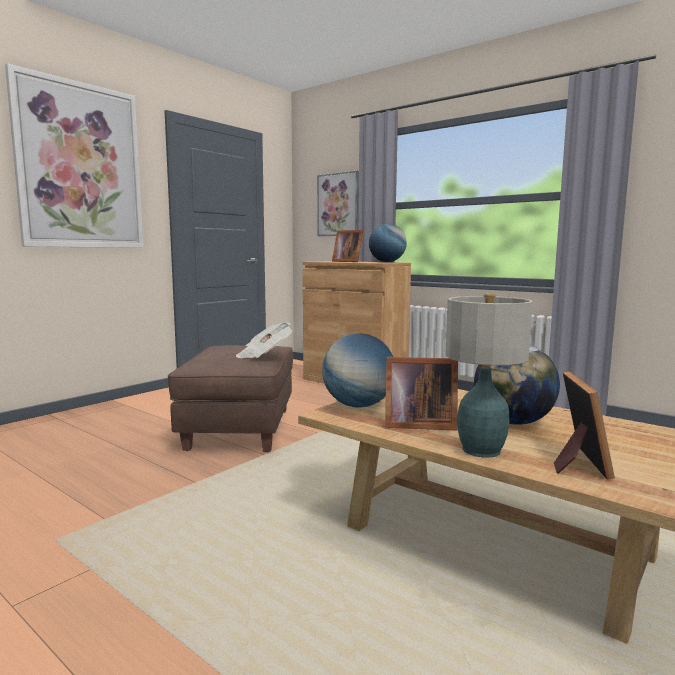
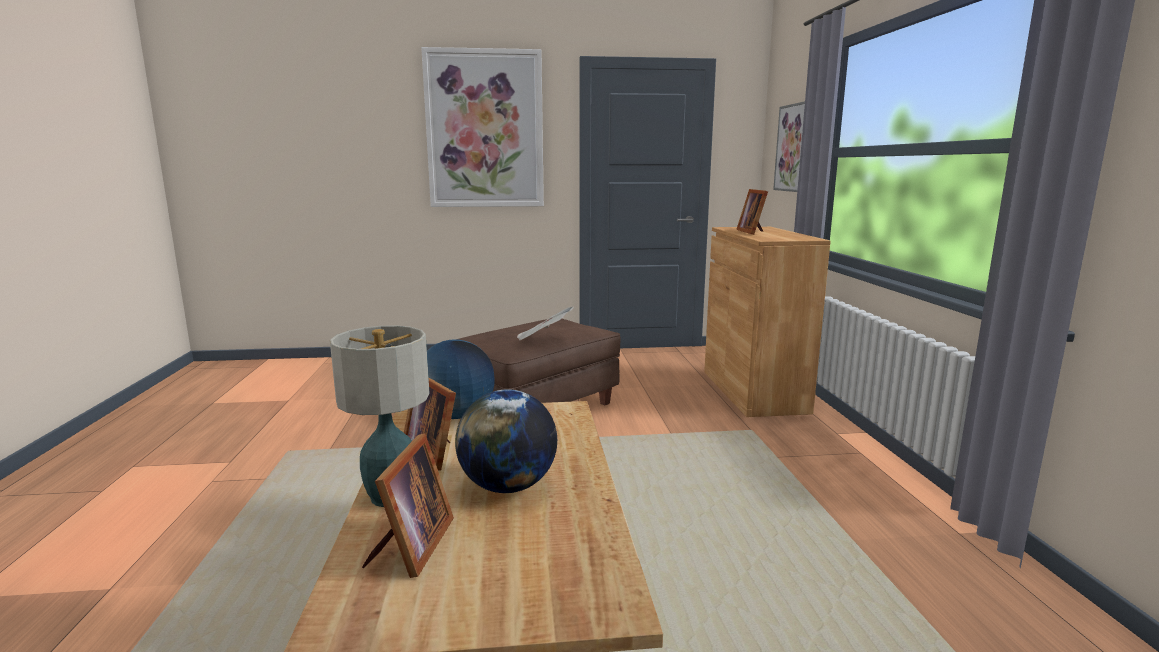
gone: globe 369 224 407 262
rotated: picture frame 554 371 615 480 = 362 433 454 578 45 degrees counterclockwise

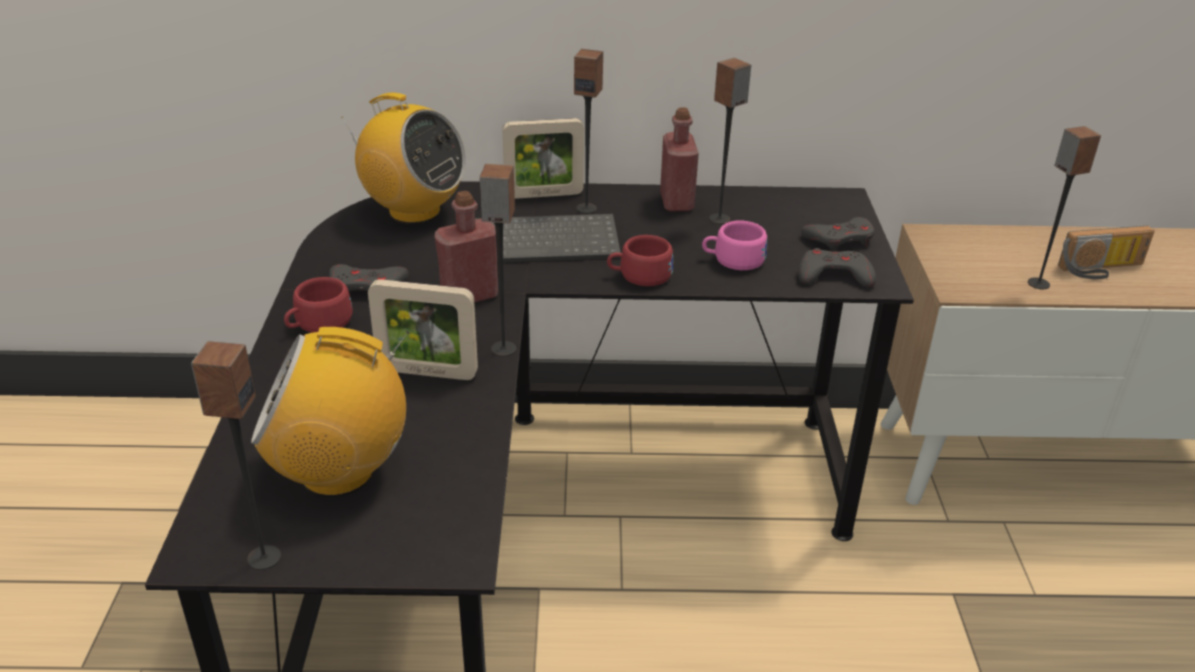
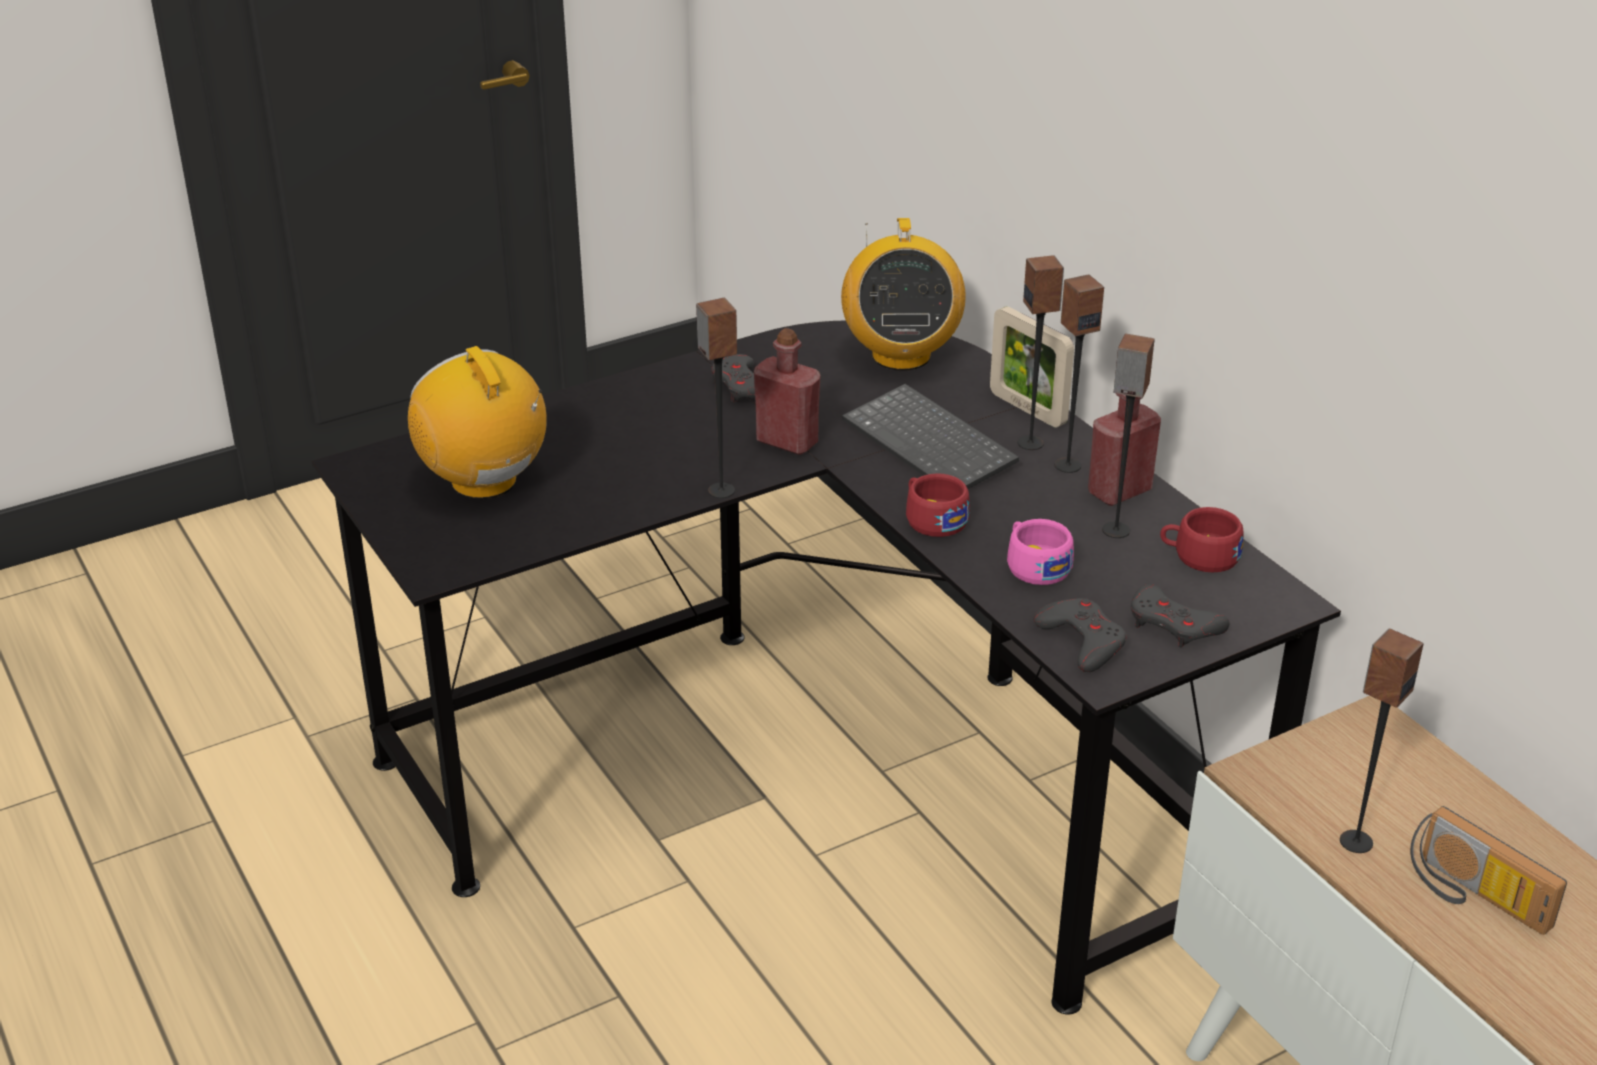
gone: picture frame 368 279 478 380
shifted: red small cup 284 277 353 333 to 1160 507 1243 572; speaker 191 341 281 570 to 1055 274 1104 473

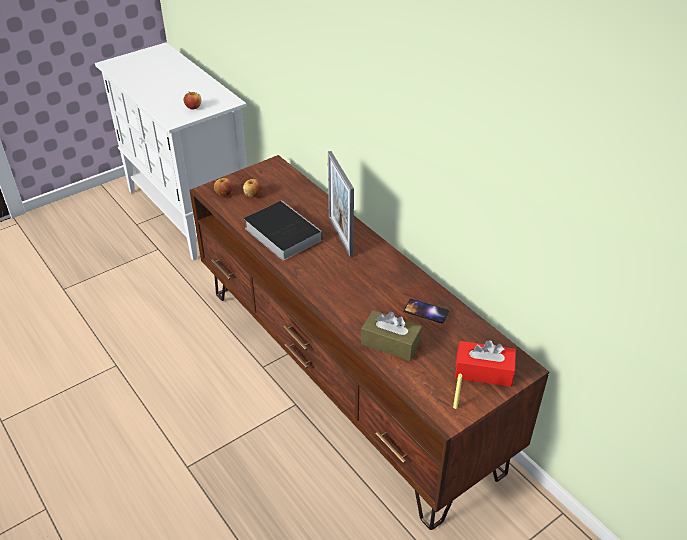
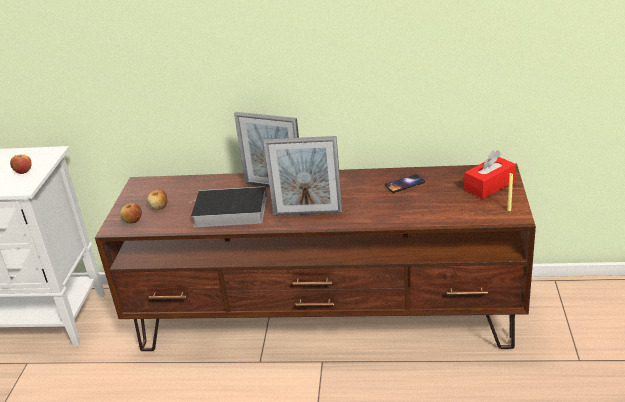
gone: brown tissue box 361 310 422 361
new: picture frame 263 136 343 216

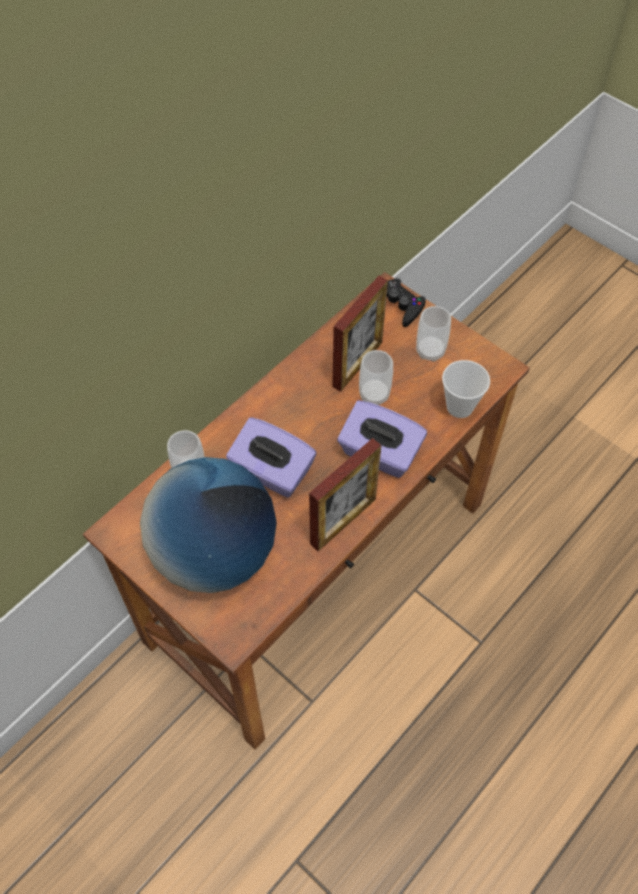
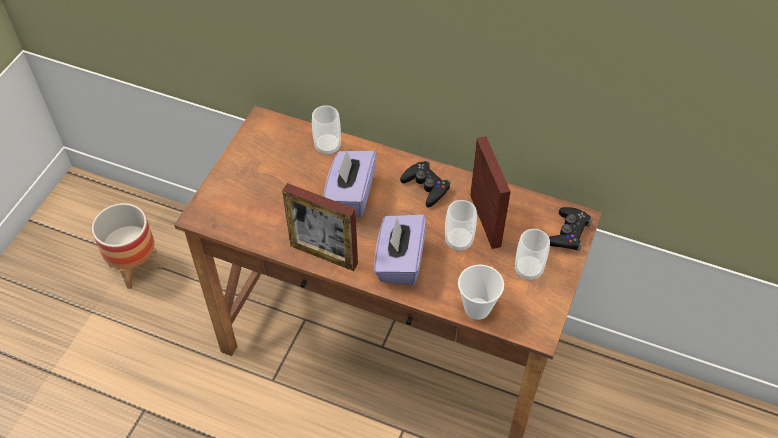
gone: globe 140 457 277 593
new: black-coloured joypad 400 161 451 208; planter 92 203 162 289
rotated: picture frame 332 276 388 392 = 470 136 511 249 120 degrees counterclockwise

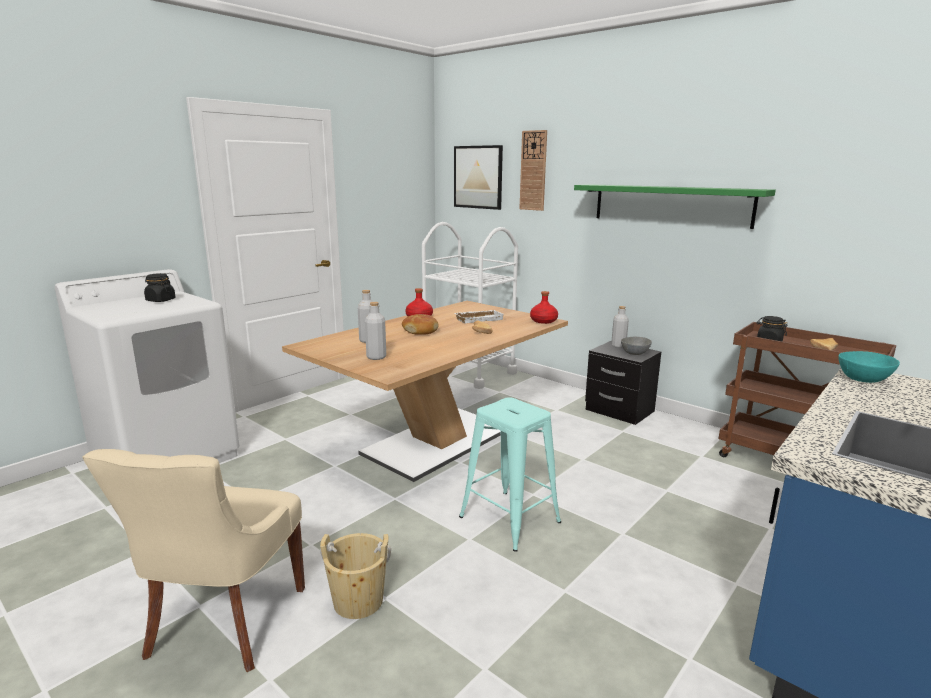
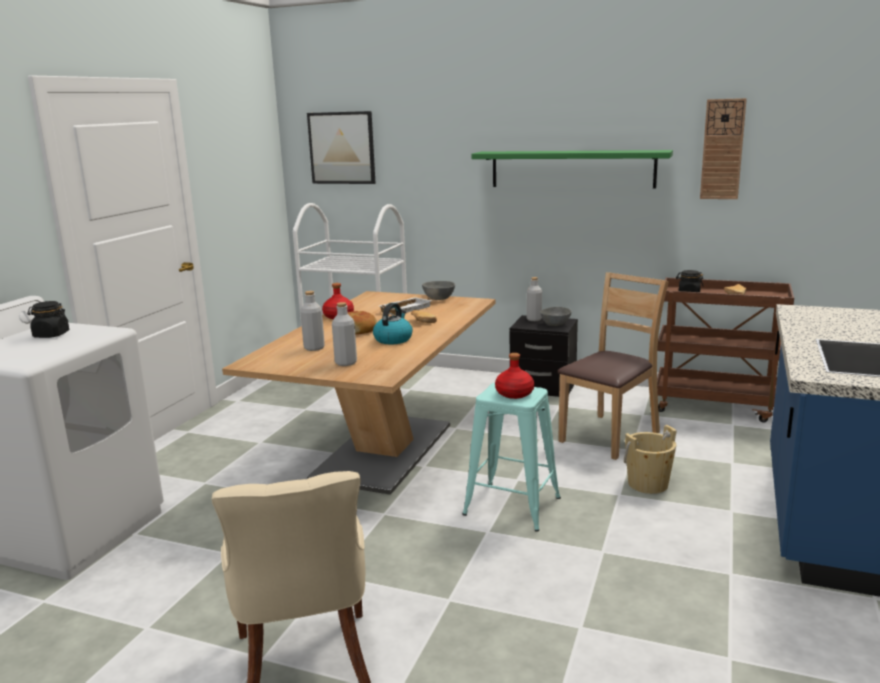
gone: blue-green bowl 838 351 900 383
new: brown upright chair 558 272 669 460; greyish bowl 422 281 455 300; tea kettle 373 303 413 344
shifted: wall clock 519 130 547 211 to 700 98 747 199; red beverage bottle 530 291 558 324 to 495 353 534 399; beige-coloured water bucket 320 533 391 619 to 624 425 677 494

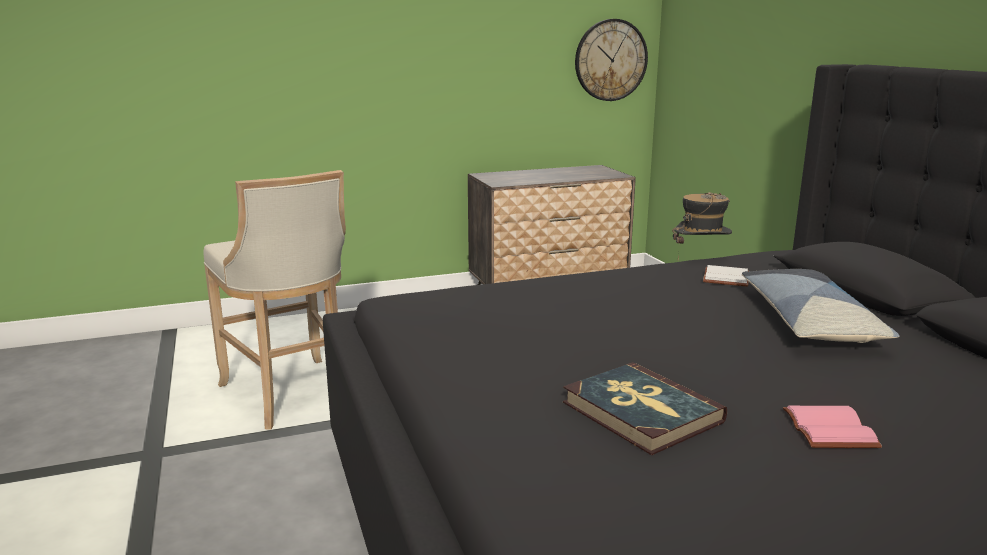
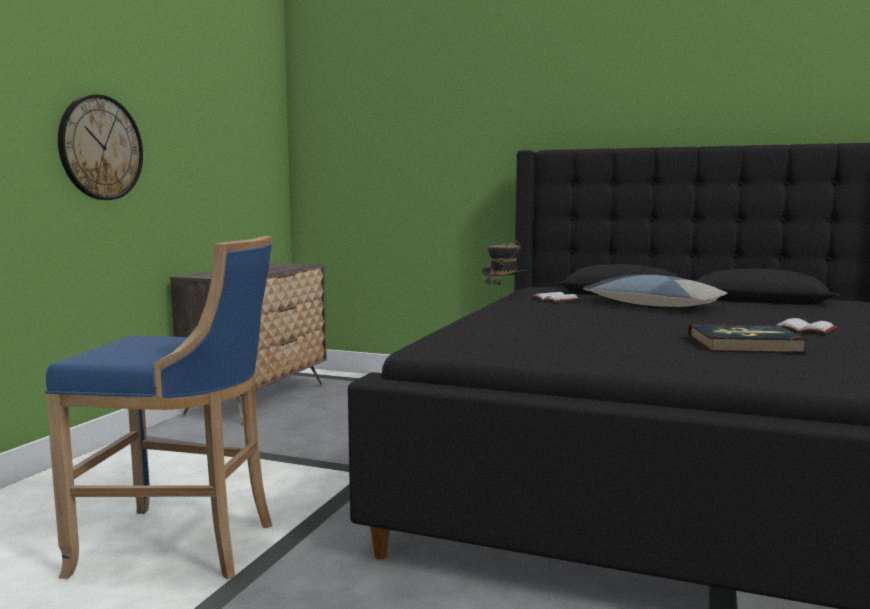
shifted: wall clock 575 19 648 101 to 58 94 143 200
repainted: beige-coloured stool 204 170 346 429 to bluish stool 45 236 272 579; pink-coloured volume 783 406 882 448 to whitish volume 777 318 836 334

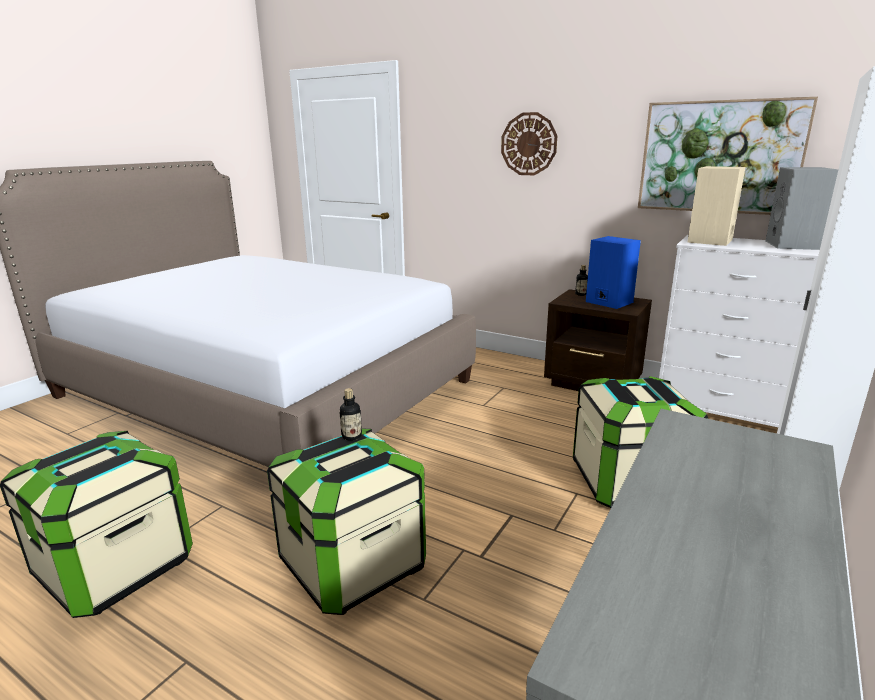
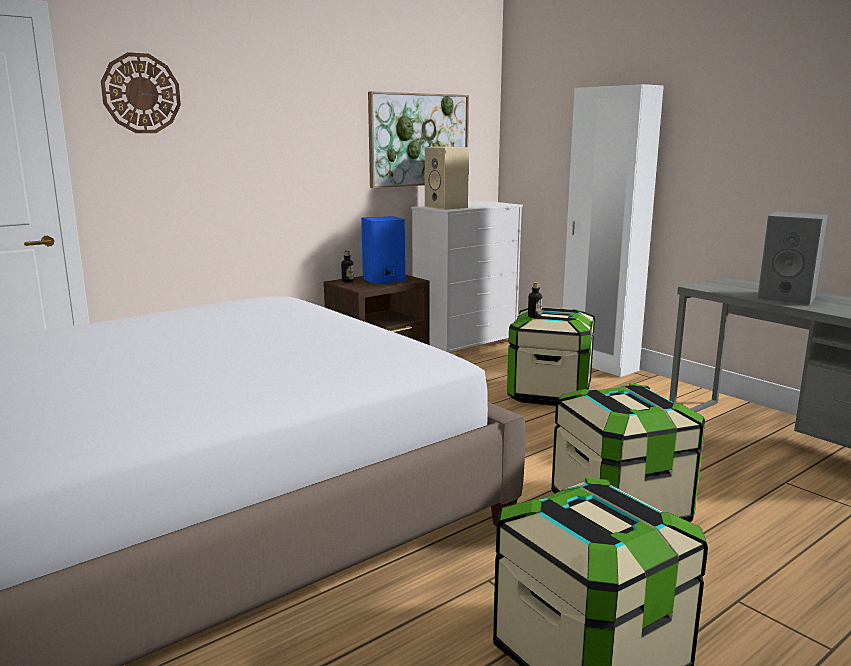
shifted: wall clock 501 112 557 175 to 101 52 181 133; greyish speaker 765 167 838 250 to 757 212 828 306; beverage bottle 340 388 362 441 to 528 282 542 318

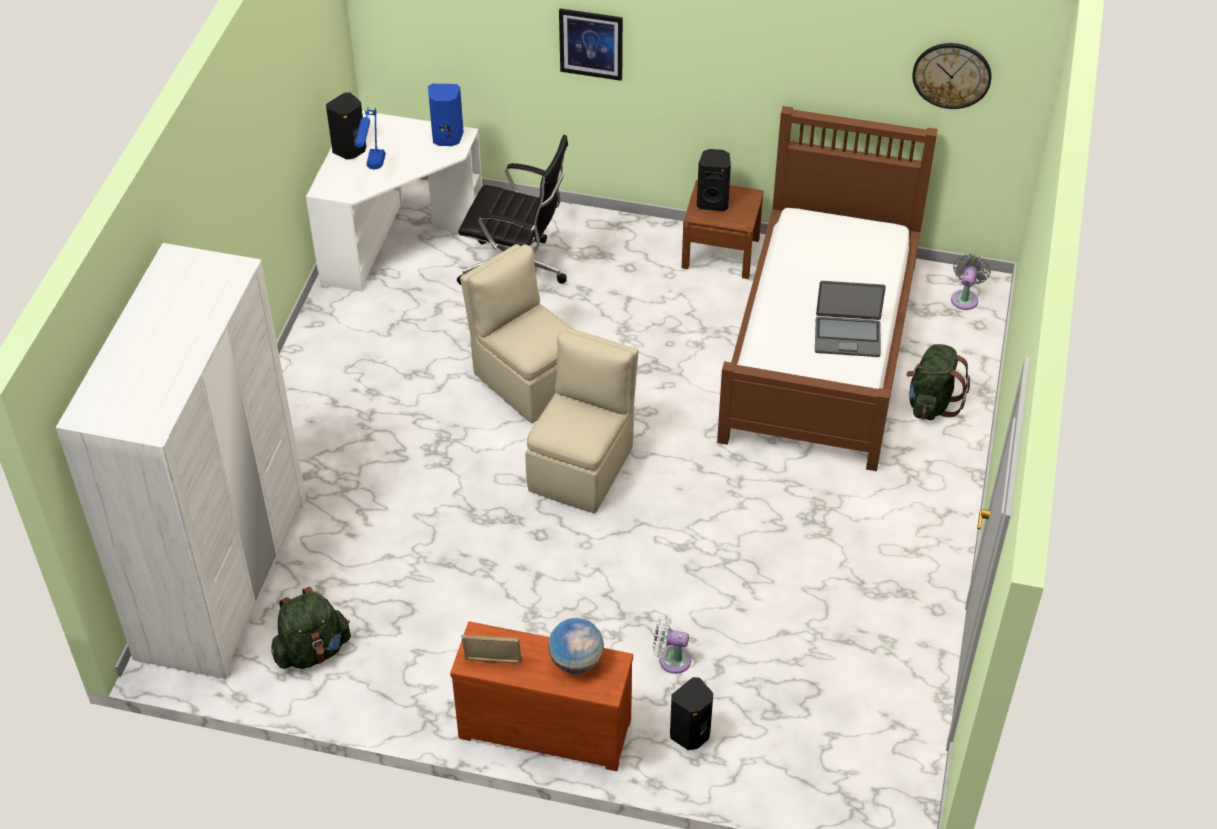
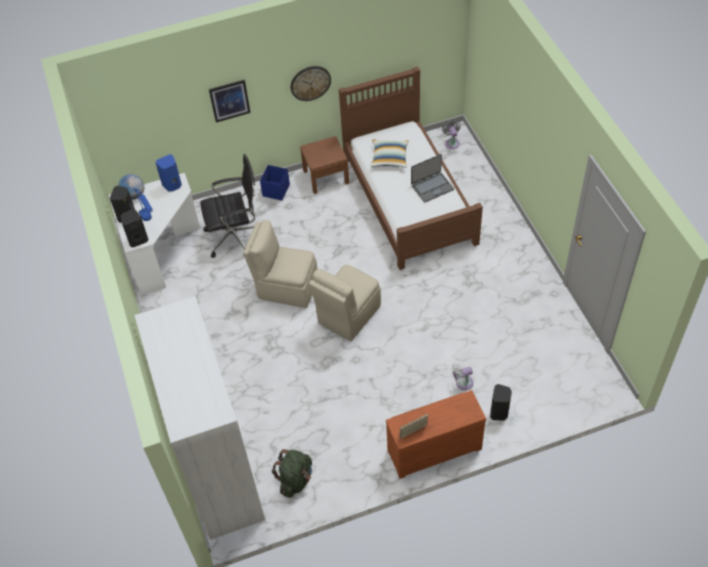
gone: greenish backpack 906 344 970 420
new: cushion 370 139 408 168; bluish storage container 260 165 290 201
shifted: wall clock 912 43 991 109 to 291 66 331 101; black-coloured speaker 697 149 731 211 to 120 210 149 247; globe 548 618 604 674 to 118 174 144 200
rotated: beige-coloured upright chair 526 328 638 513 = 309 265 381 341 135 degrees counterclockwise

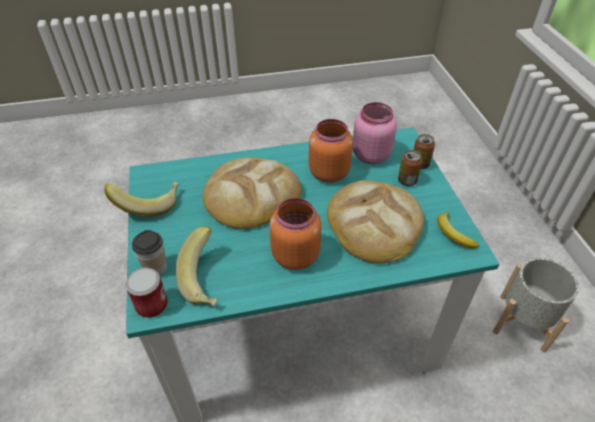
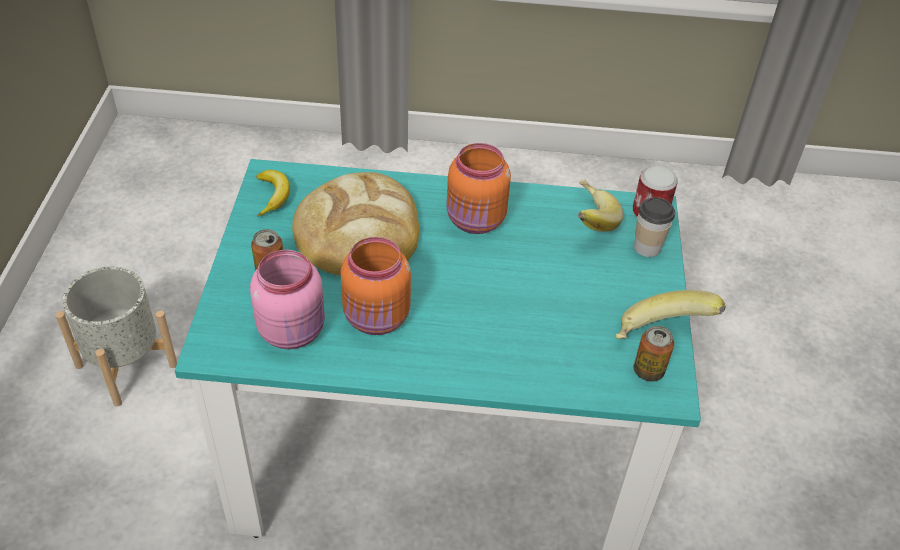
gone: baked bread 203 157 302 229
shifted: sealed can 414 134 435 169 to 634 326 674 382

